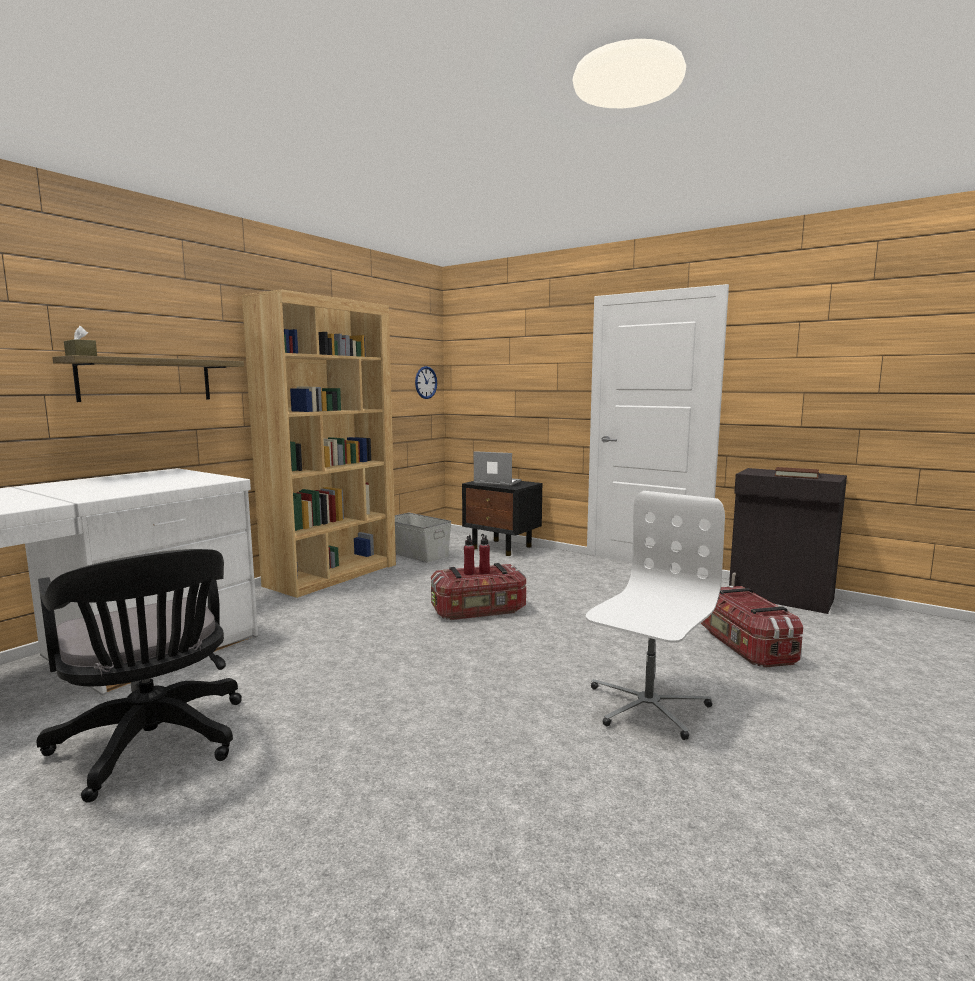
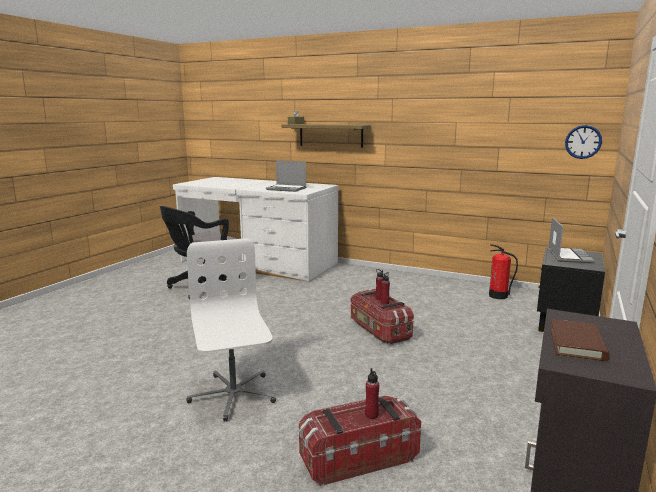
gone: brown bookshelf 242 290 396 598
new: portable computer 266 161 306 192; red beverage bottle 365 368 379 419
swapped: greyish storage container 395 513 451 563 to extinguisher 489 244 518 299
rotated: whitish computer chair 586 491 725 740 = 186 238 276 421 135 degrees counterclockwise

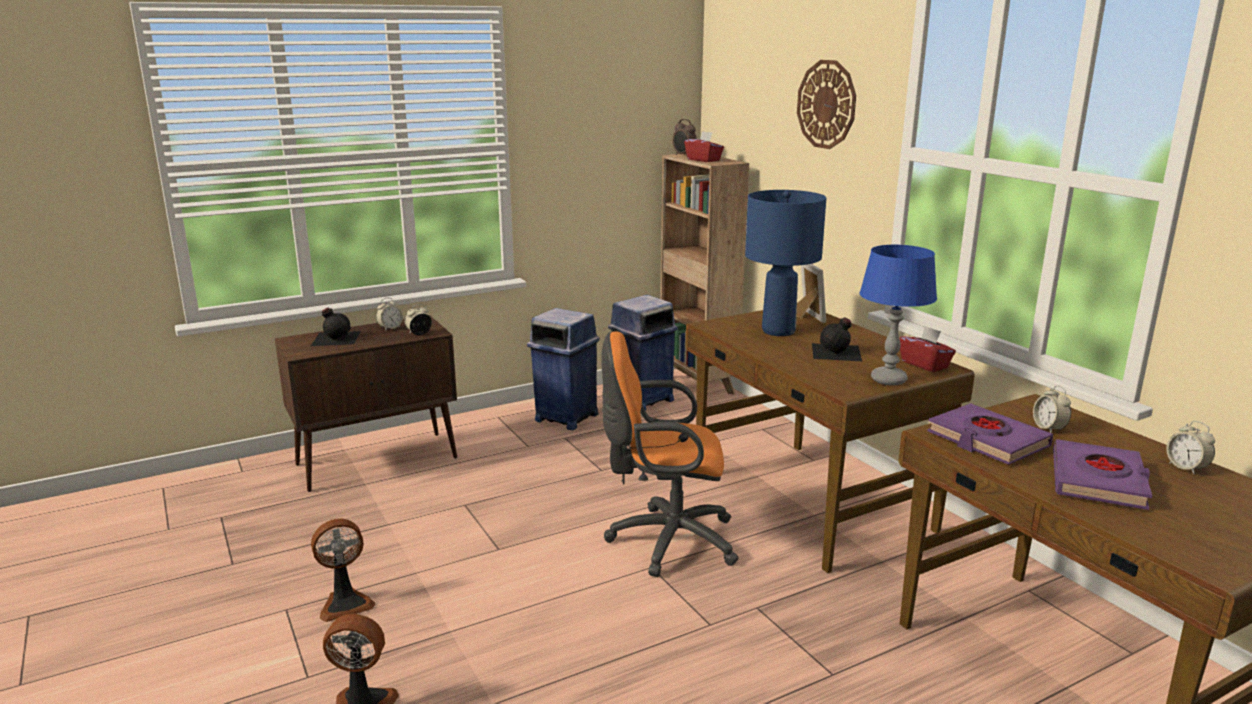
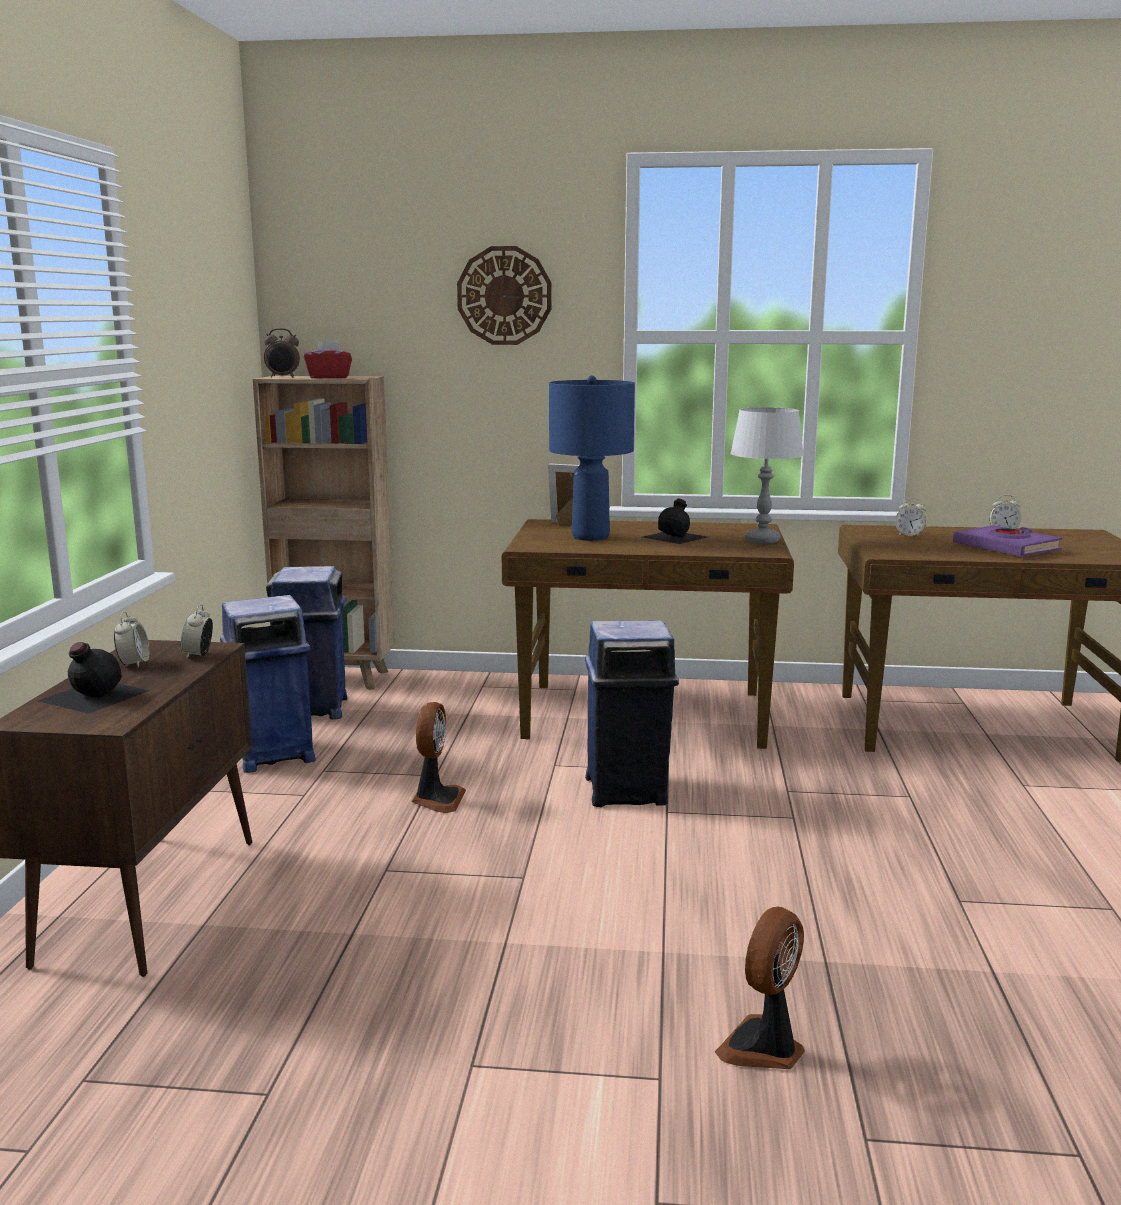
gone: red tissue box 899 326 956 372; purplish volume 927 403 1053 465
shifted: fan 311 519 375 622 to 411 702 466 813
swapped: orange-coloured computer chair 601 331 739 577 to bluish waste bin 585 620 679 807
repainted: bluish lamp for a table 860 245 937 385 to greyish lamp for a table 730 407 804 544

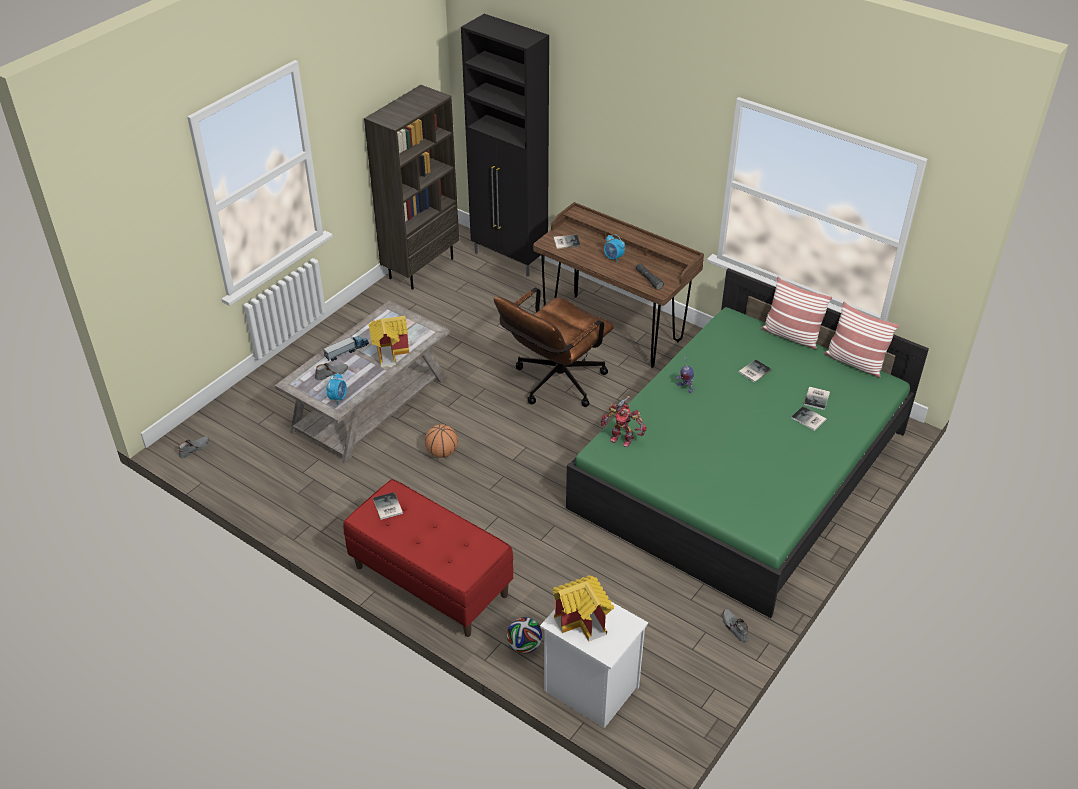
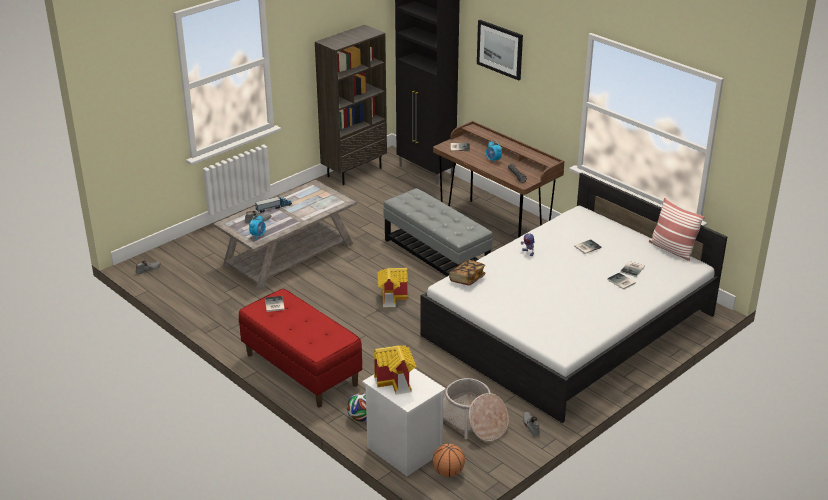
gone: cushion 761 277 832 349
new: wall picture 477 20 523 81; storage basket 443 378 509 442
shifted: model house 368 316 409 367 to 377 268 408 307; basketball 425 424 458 458 to 432 444 465 477
swapped: brown computer chair 494 288 614 407 to greyish ottoman 383 188 493 276; robot figure 601 396 646 447 to volume 449 259 486 286
repainted: greenish sleeping bed 566 268 929 618 to whitish sleeping bed 420 172 727 423

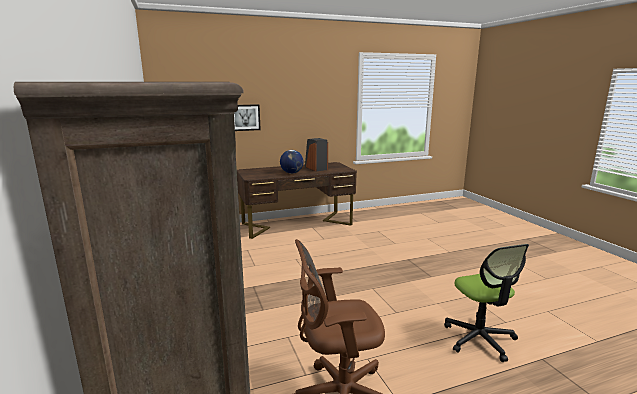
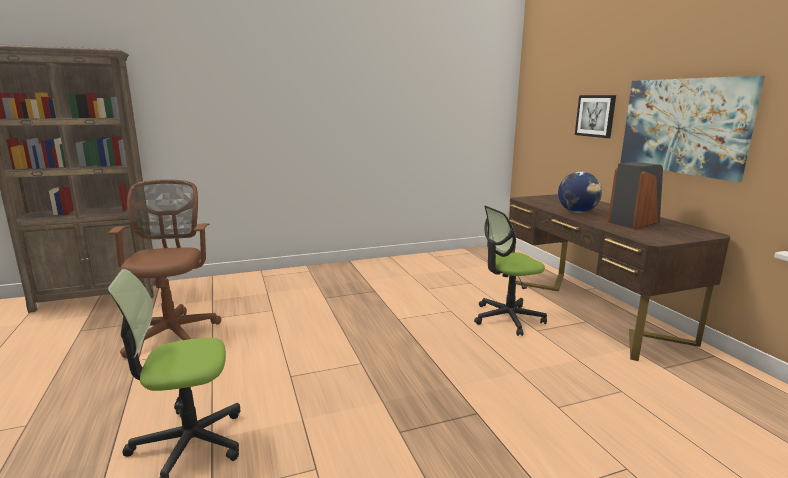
new: wall picture 620 76 765 182; computer chair 474 206 547 336

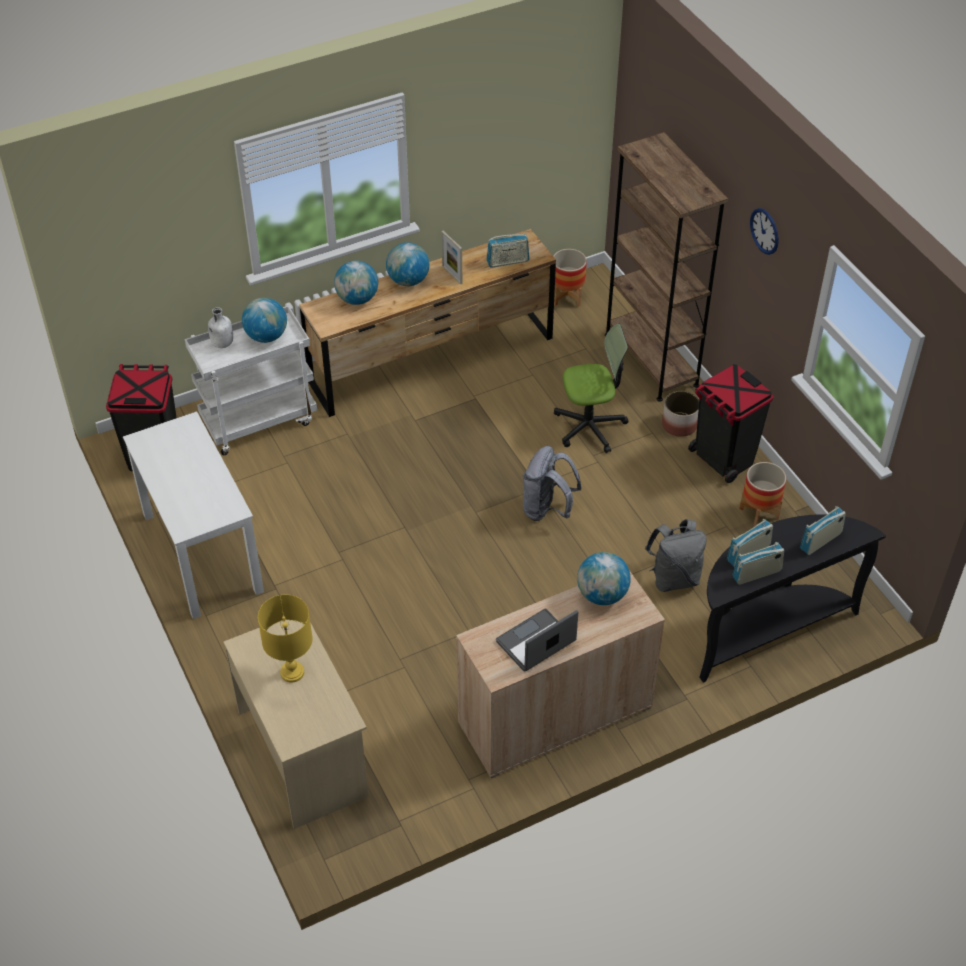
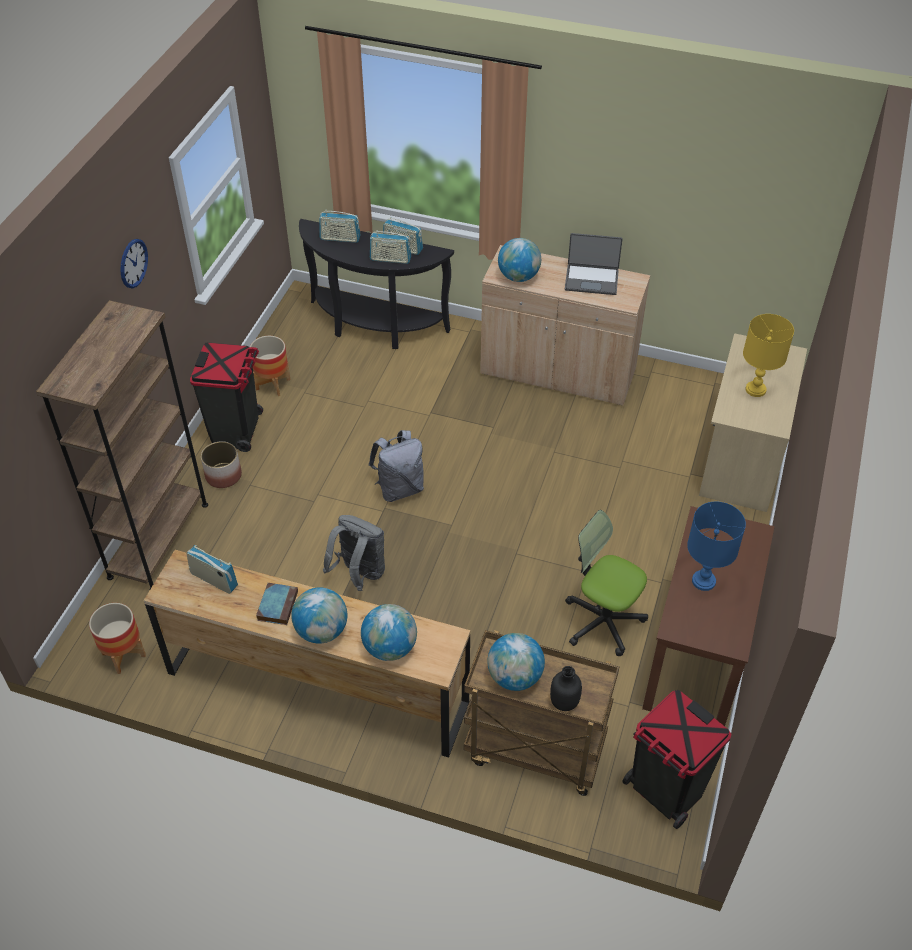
new: bluish lamp for a table 687 502 746 591
shifted: computer chair 554 323 628 453 to 565 510 648 656; greyish backpack 645 519 706 592 to 323 515 385 591
swapped: picture frame 441 231 463 284 to volume 256 583 298 625
repainted: whitish trolley 185 306 317 455 to brown trolley 464 630 619 796; whitish beverage bottle 208 307 233 348 to black-coloured beverage bottle 550 666 582 711; whitish desk unit 123 411 264 619 to brown desk unit 642 506 775 726

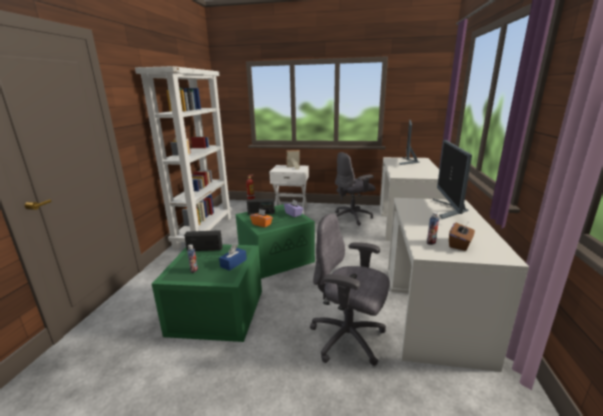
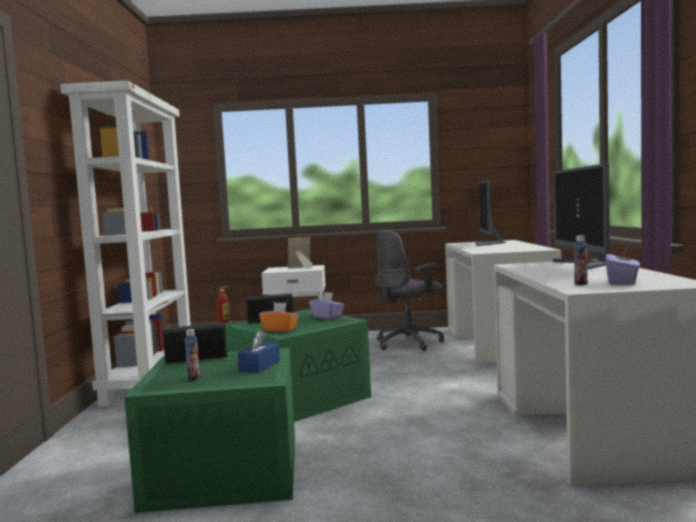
gone: greyish computer chair 310 213 390 366
repainted: brown tissue box 449 223 475 251 to purplish tissue box 606 246 640 284

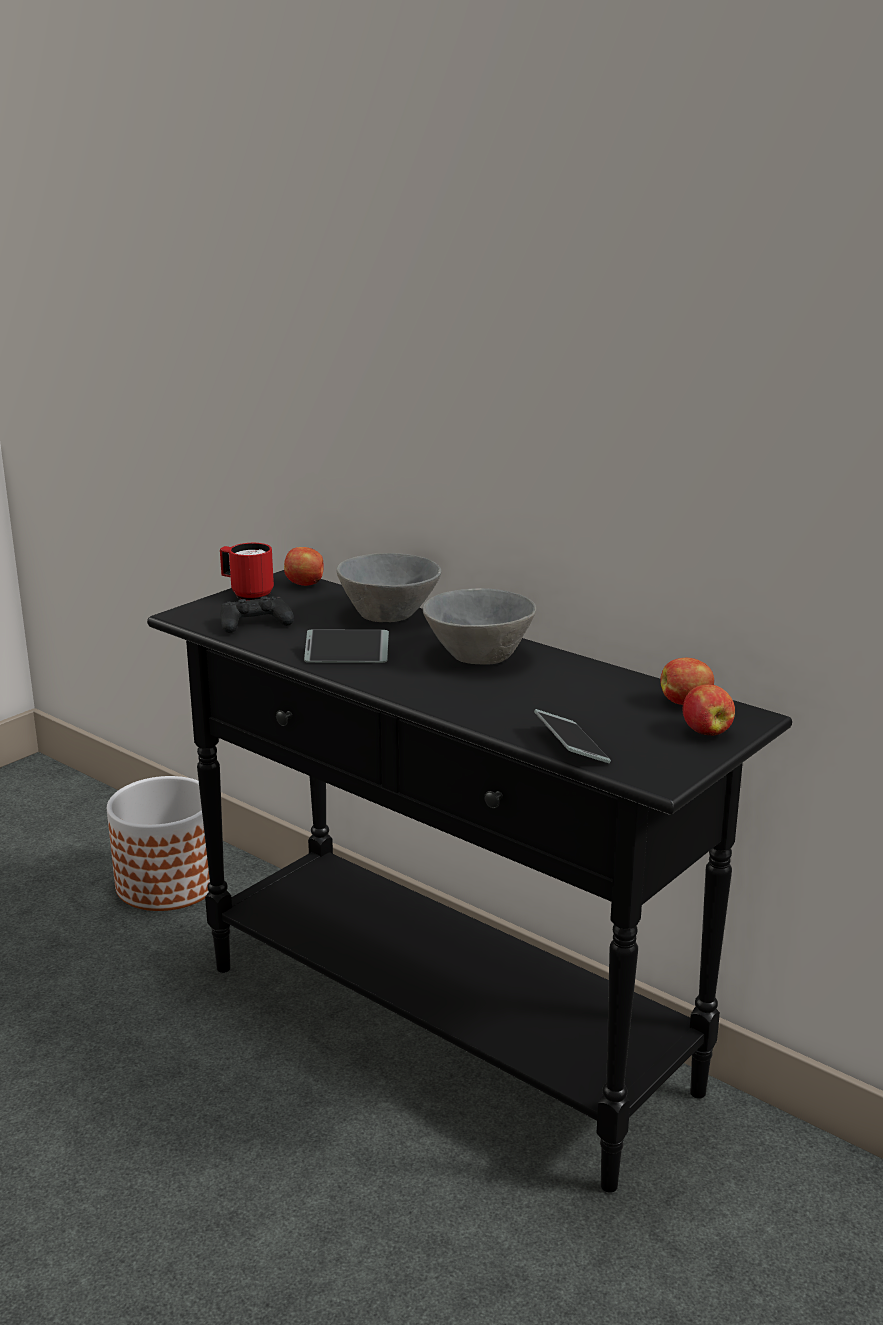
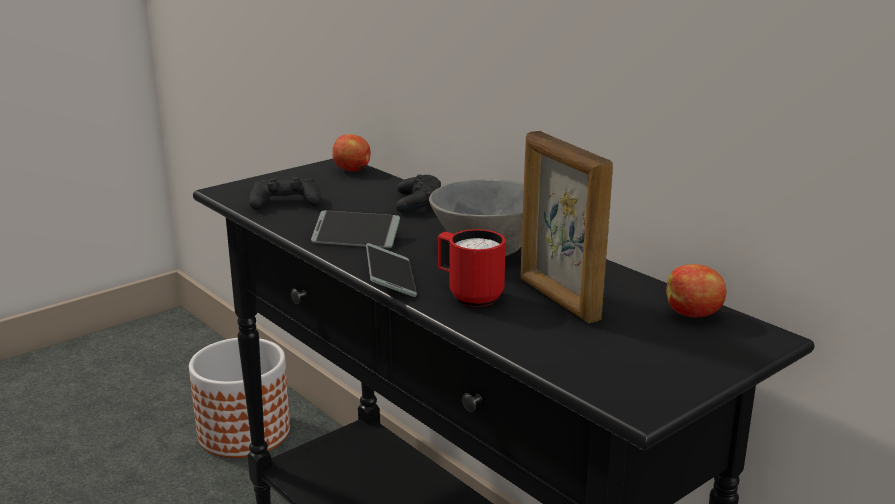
gone: apple fruit 683 684 735 735
new: picture frame 520 131 613 323
shifted: red tea mug 220 543 274 600 to 438 229 506 307; phone 534 709 611 763 to 366 243 417 297
swapped: greyish bowl 336 553 441 622 to black-coloured joypad 396 174 441 213

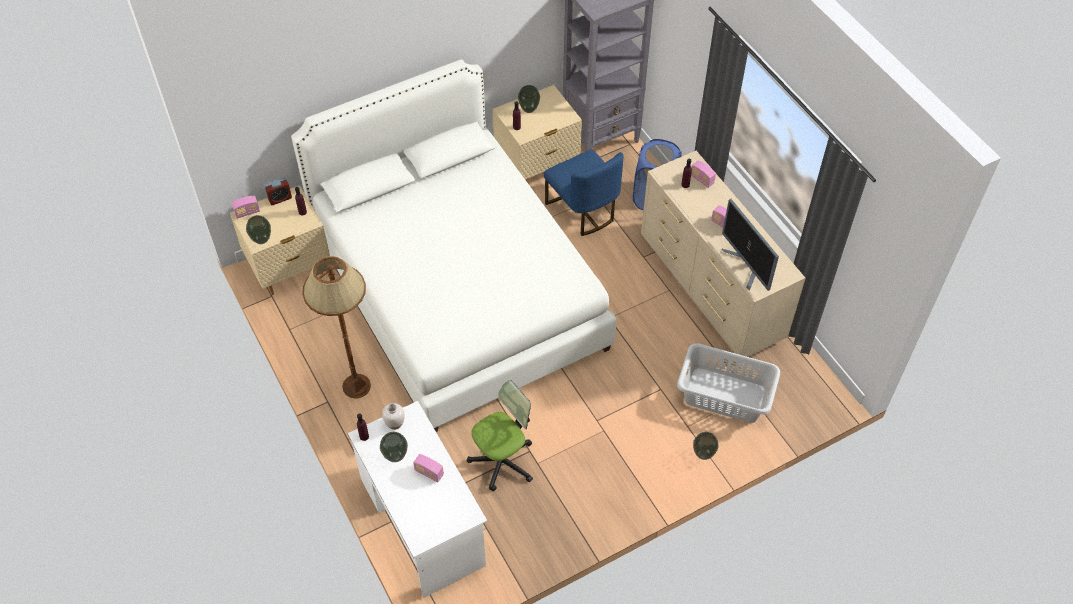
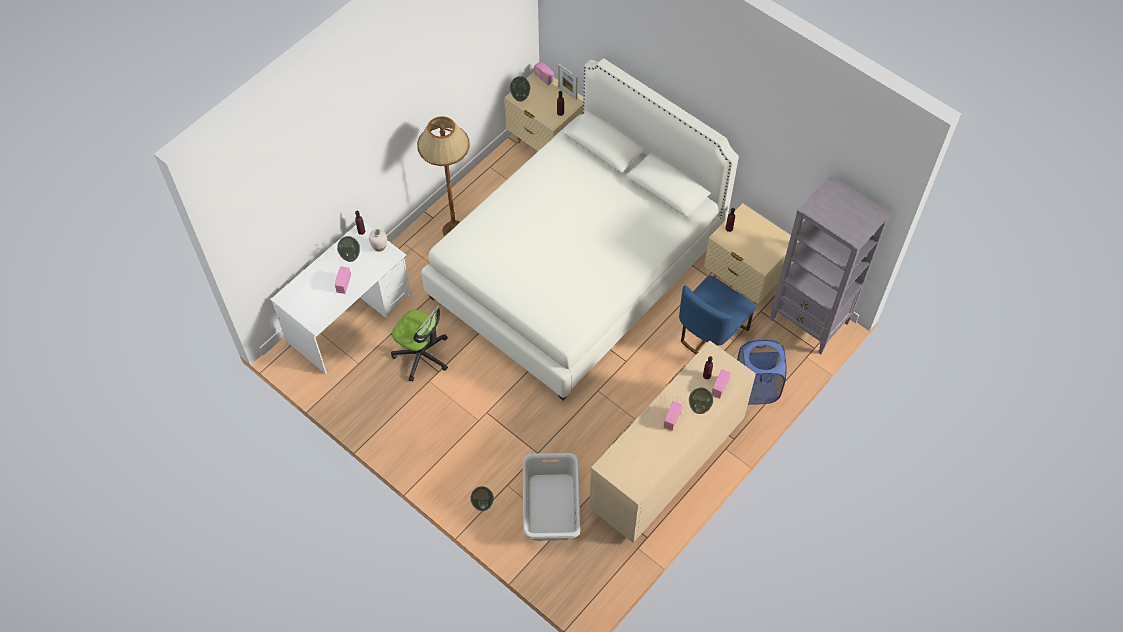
gone: monitor 722 199 779 291
shifted: vase 518 85 540 113 to 689 388 713 414
swapped: bedside clock 264 178 292 205 to picture frame 558 64 577 100

